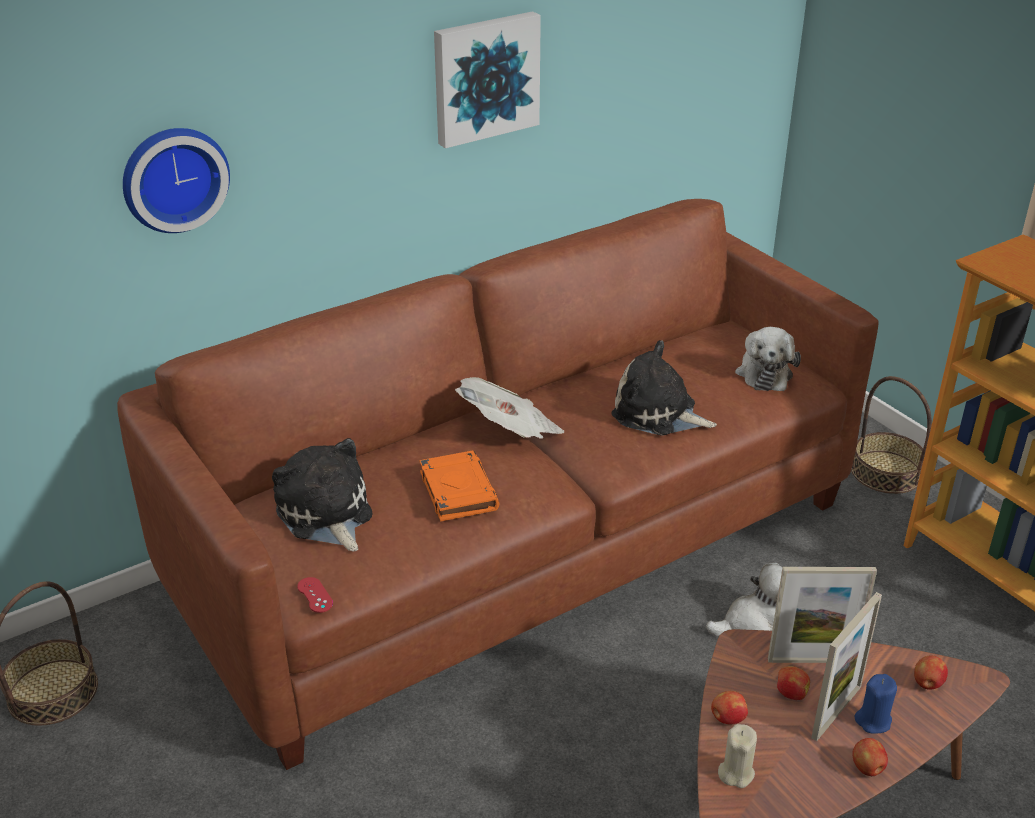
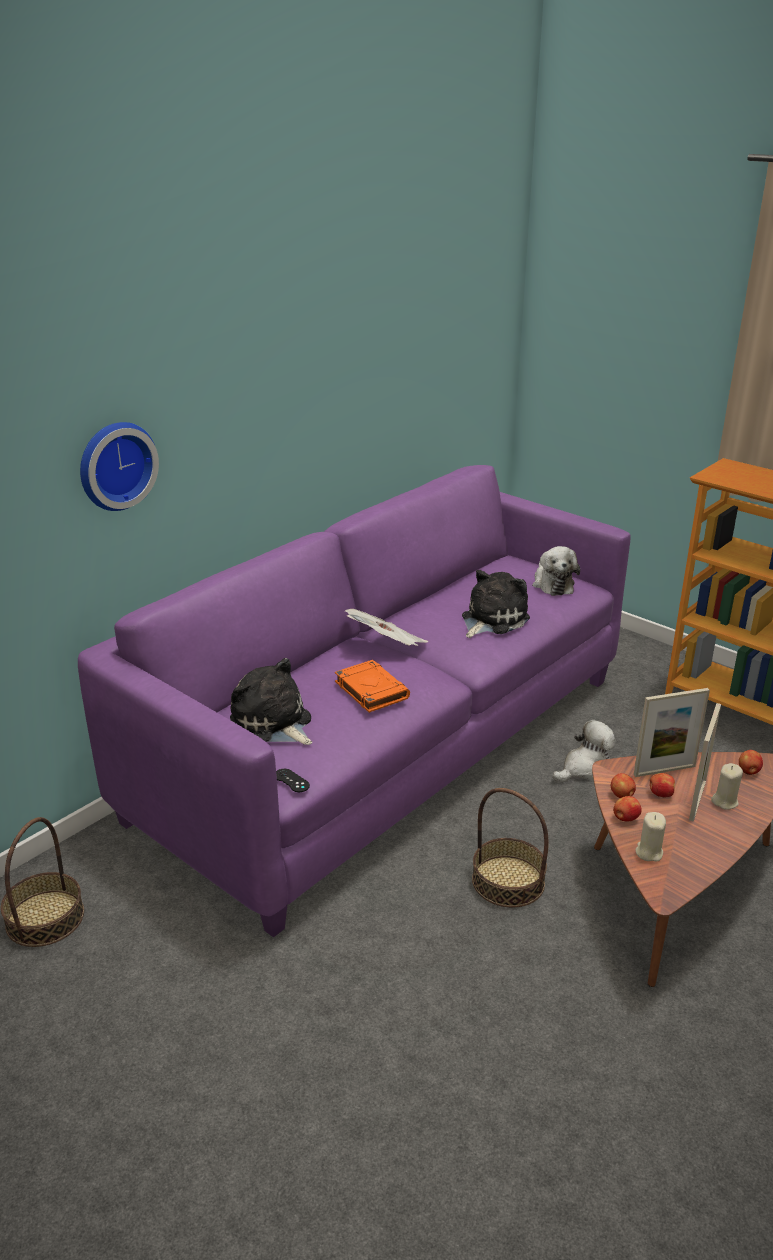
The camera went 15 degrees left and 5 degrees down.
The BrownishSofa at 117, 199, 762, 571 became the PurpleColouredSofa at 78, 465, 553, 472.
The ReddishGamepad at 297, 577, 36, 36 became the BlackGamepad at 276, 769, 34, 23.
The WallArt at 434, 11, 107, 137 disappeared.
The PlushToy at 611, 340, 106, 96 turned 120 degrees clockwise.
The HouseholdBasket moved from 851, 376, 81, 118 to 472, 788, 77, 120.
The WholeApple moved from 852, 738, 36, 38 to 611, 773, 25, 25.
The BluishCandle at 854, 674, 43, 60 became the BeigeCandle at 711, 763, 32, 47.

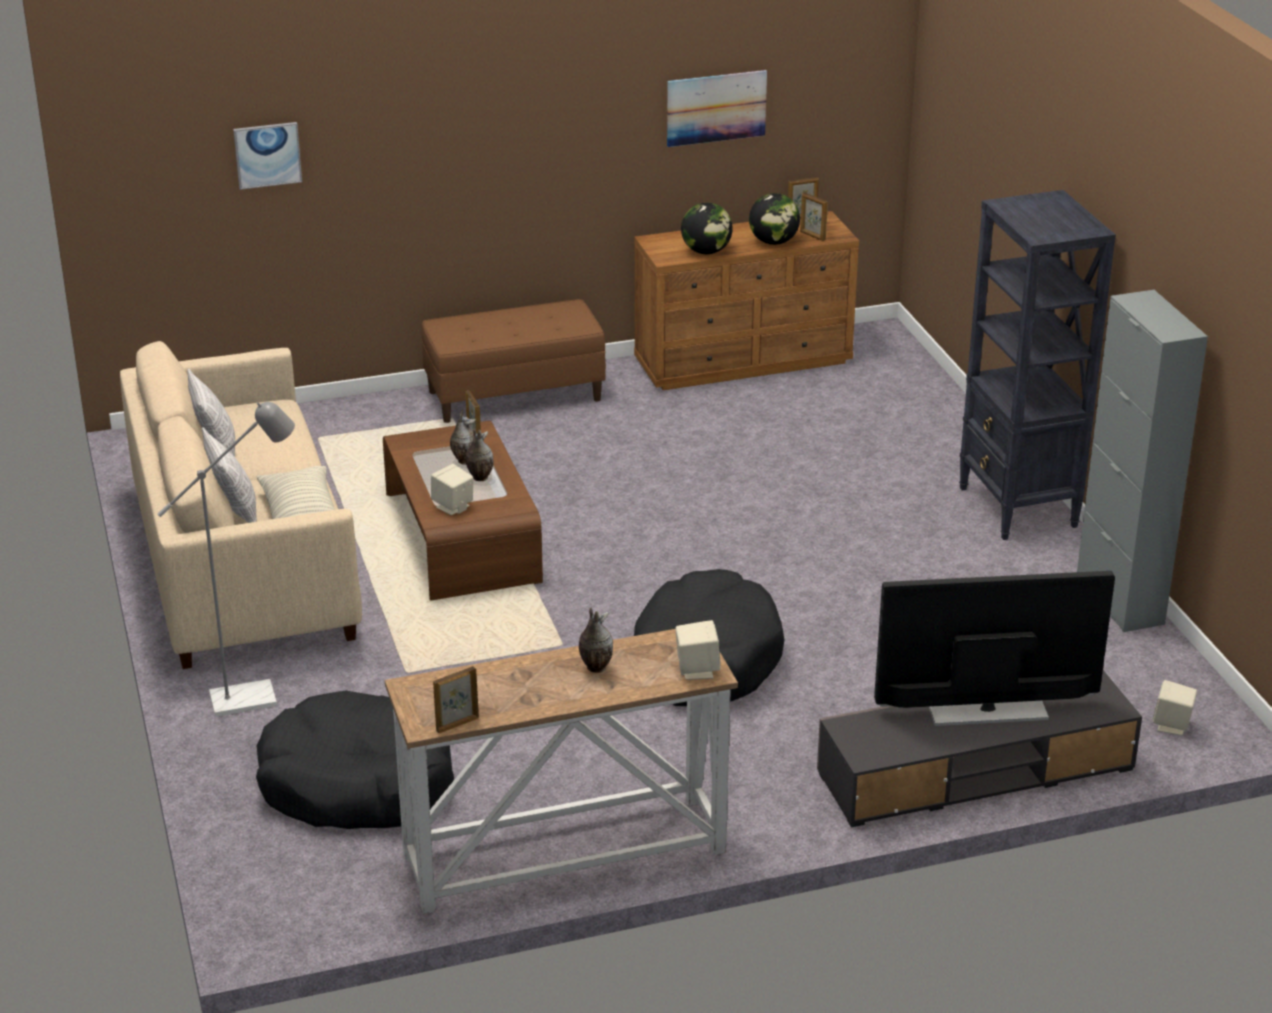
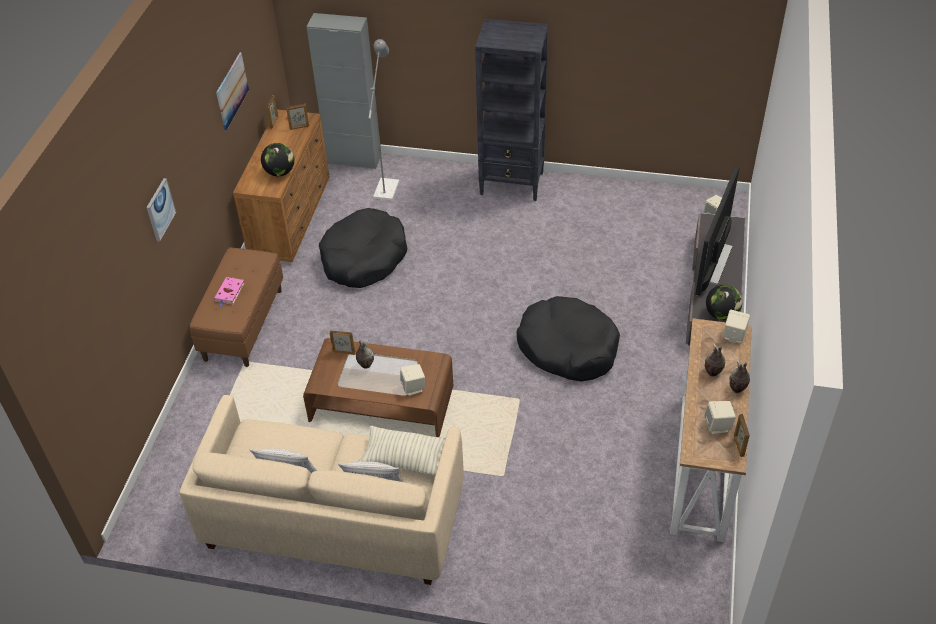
The camera went 60 degrees left and 15 degrees up.
The GreyishFloorLamp moved from 157, 402, 138, 315 to 369, 39, 30, 161.
The WallArt moved from 233, 122, 69, 68 to 146, 178, 30, 64.
The BlackPetBed moved from 256, 691, 198, 138 to 319, 208, 88, 80.
The DecorativeVase moved from 466, 428, 27, 53 to 729, 360, 21, 33.
The DeskGlobe moved from 749, 193, 51, 52 to 706, 285, 36, 35.
The GreyishStorageCabinet moved from 1077, 290, 131, 342 to 306, 13, 75, 156.
The PinkVolume at 214, 277, 31, 30 appeared.
The BeigeSpeaker at 704, 401, 32, 33 appeared.

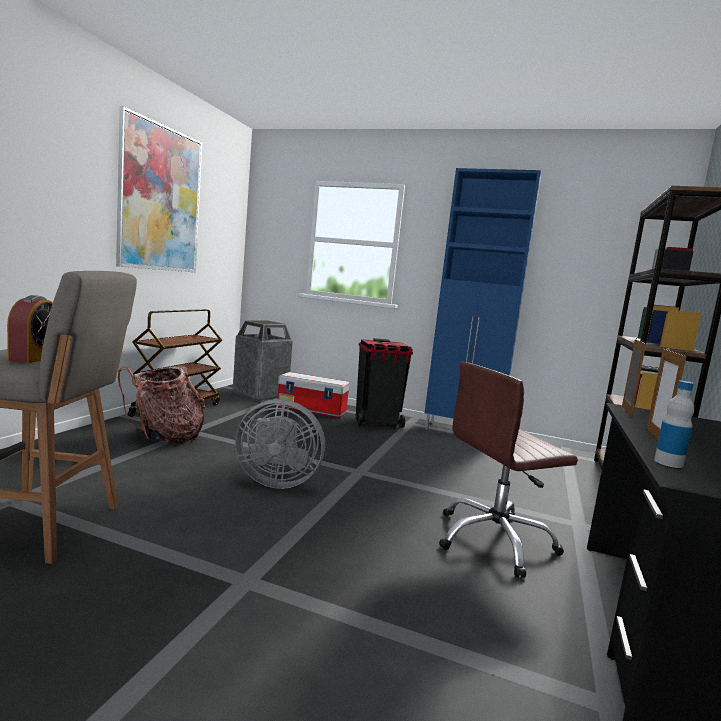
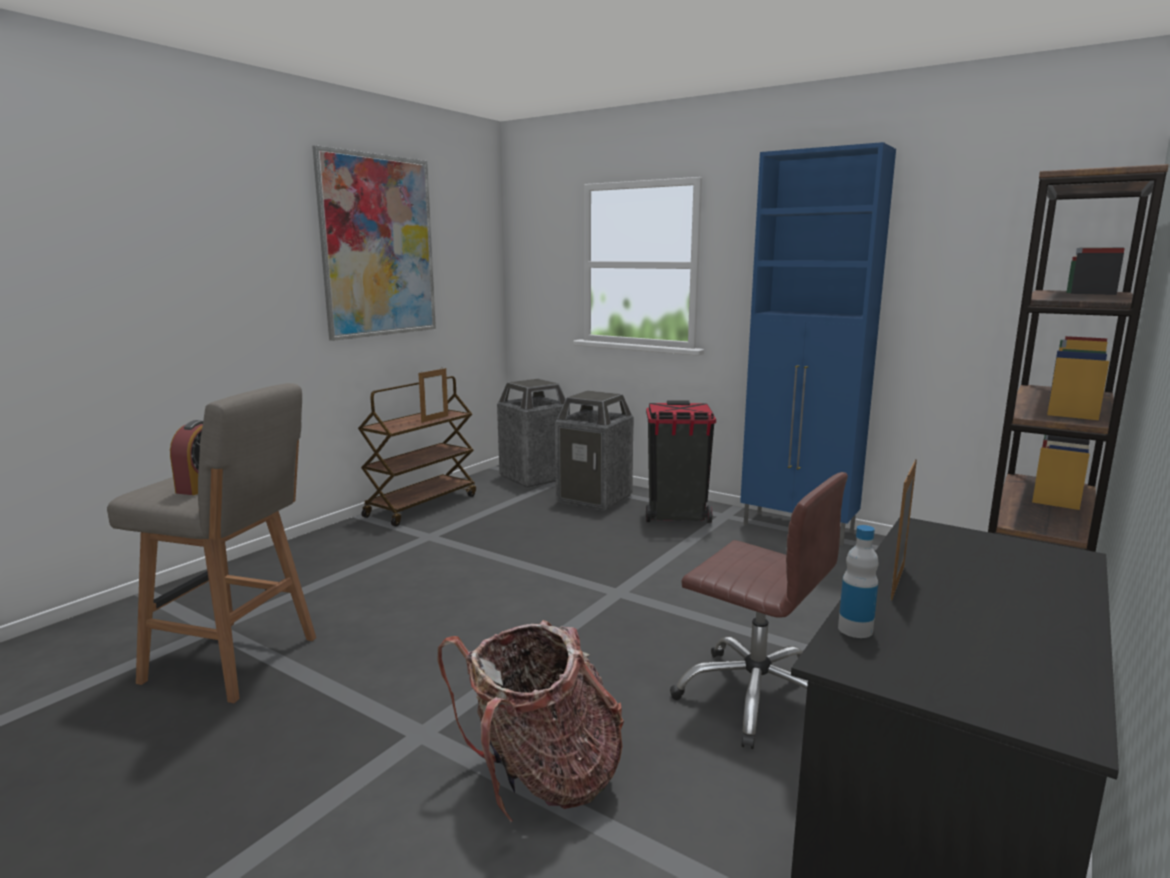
The camera went 15 degrees right and 5 degrees up.
The Rucksack moved from 117, 366, 88, 78 to 438, 620, 186, 202.
The GreyishFan at 235, 399, 90, 90 disappeared.
The StorageBox at 278, 372, 72, 46 was replaced by the RubbishBin at 555, 390, 79, 121.
The BrownishComputerChair at 439, 361, 139, 217 turned 135 degrees counterclockwise.
The PictureFrame moved from 622, 337, 24, 80 to 418, 368, 30, 55.

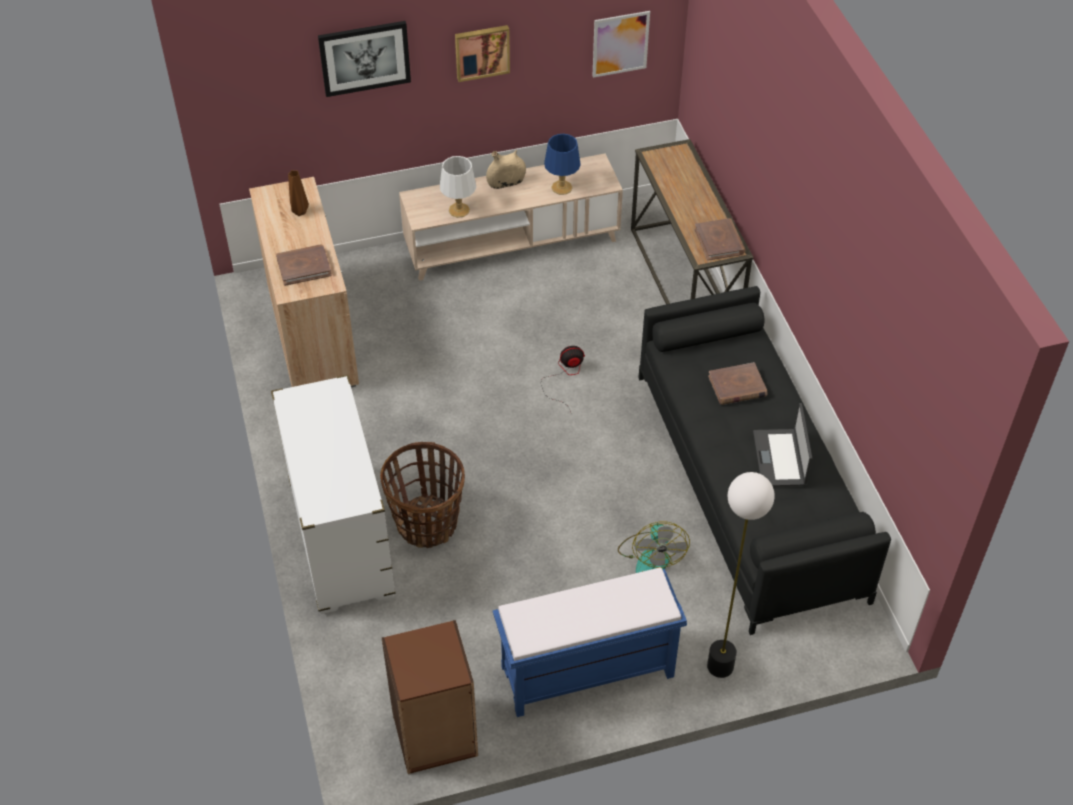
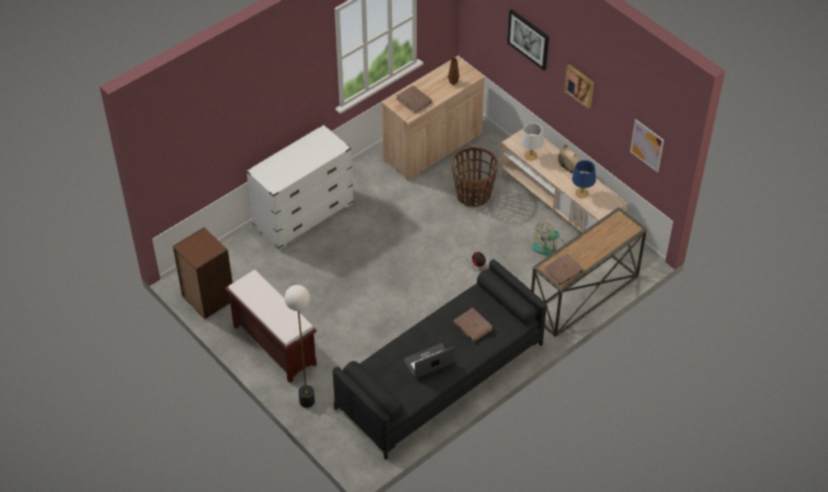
The camera went 65 degrees right and 0 degrees up.
The HouseholdBasket moved from 380, 442, 85, 106 to 452, 147, 46, 60.
The BluishIndoorBench at 493, 567, 194, 150 became the BrownishIndoorBench at 225, 270, 92, 113.
The Fan moved from 618, 521, 72, 52 to 532, 222, 33, 33.

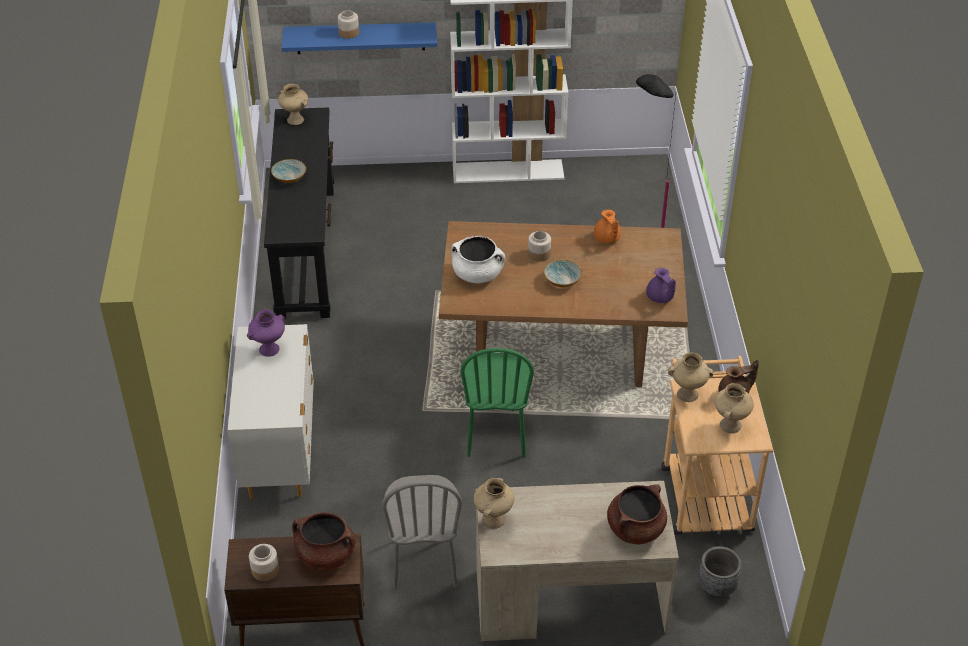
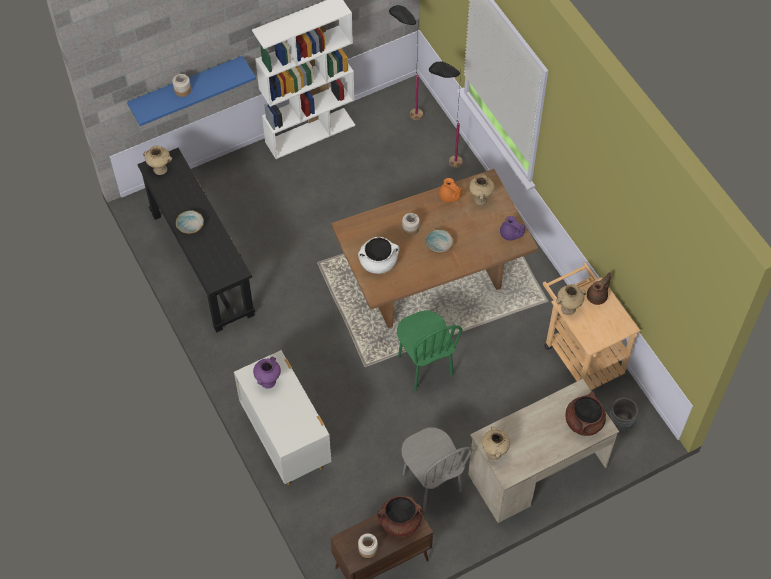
The camera went 25 degrees left and 15 degrees up.
The BeigeDecorativeVase moved from 714, 383, 40, 51 to 469, 174, 26, 31.
The BlackFloorLamp at 389, 5, 34, 115 appeared.

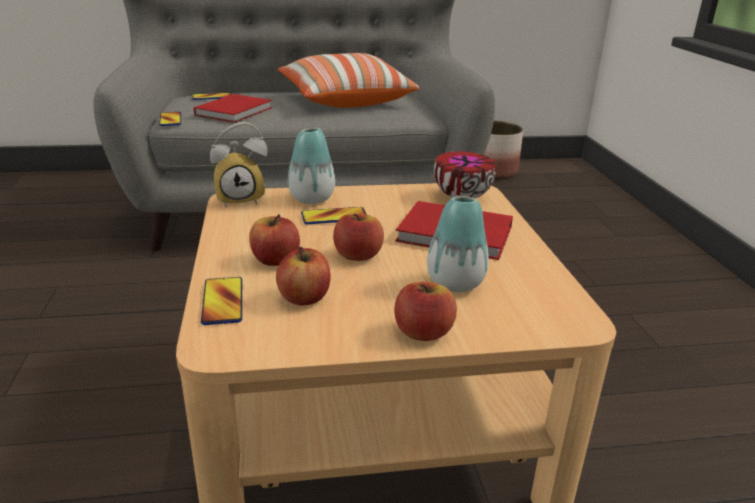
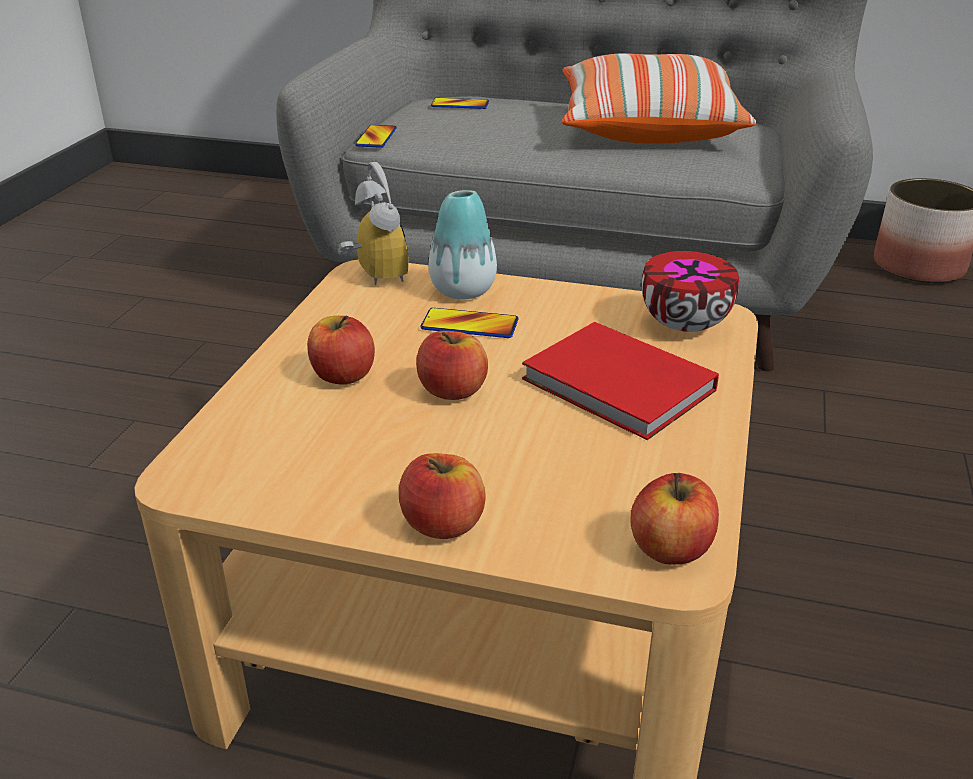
The camera went 25 degrees right and 5 degrees up.
The ReddishVolume at 194, 94, 78, 29 disappeared.
The Phone at 201, 277, 42, 48 disappeared.
The TableClock at 210, 122, 58, 85 turned 120 degrees counterclockwise.
The WholeApple moved from 276, 247, 54, 59 to 630, 473, 89, 92.
The DecorativeVase at 427, 196, 62, 96 disappeared.

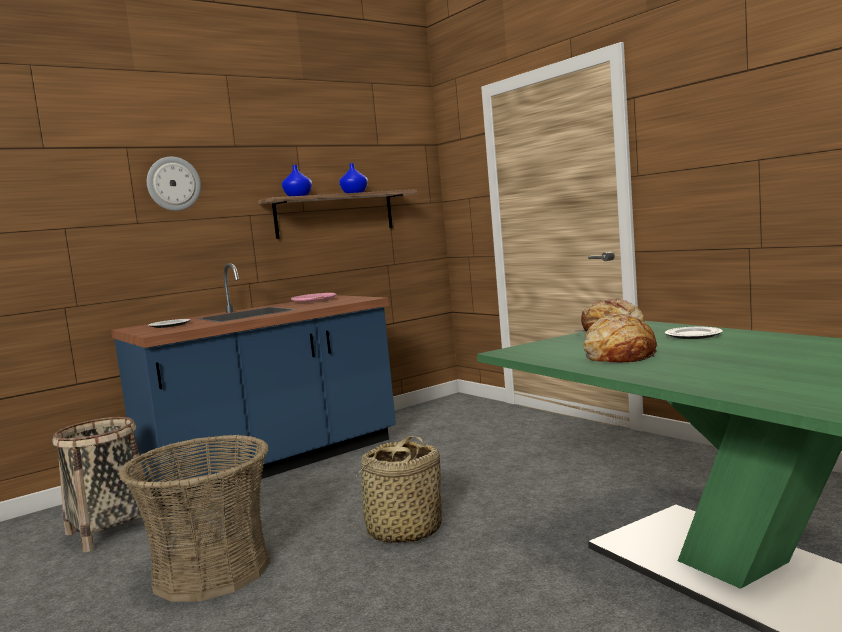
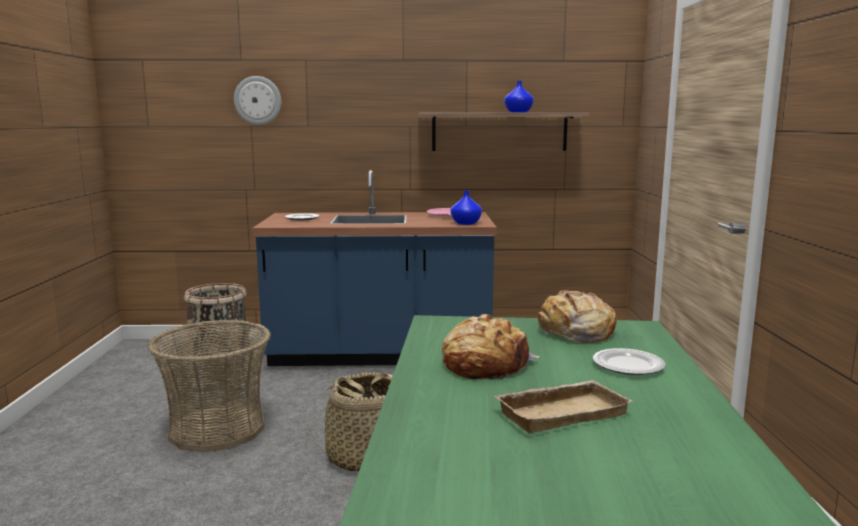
The camera went 35 degrees right and 5 degrees up.
The WallClock moved from 147, 157, 54, 54 to 234, 76, 47, 49.
The BluishDecorativeVase moved from 282, 165, 30, 31 to 450, 190, 32, 35.
The BeigeCarryingTray at 493, 380, 139, 53 appeared.

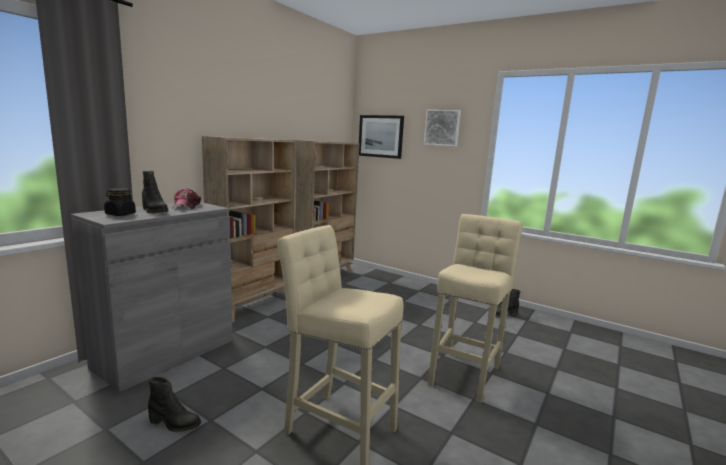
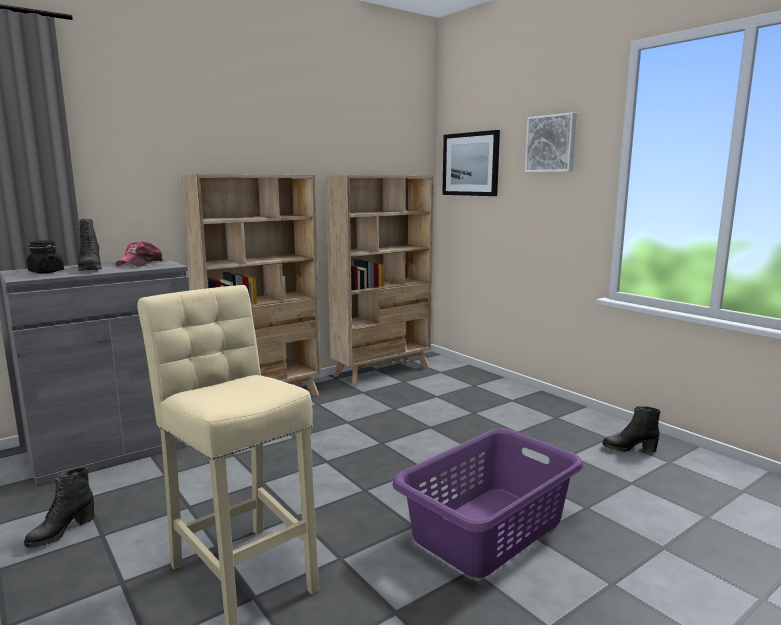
The camera went 20 degrees right and 0 degrees up.
The BlackBoot at 148, 377, 53, 55 turned 90 degrees clockwise.
The BeigeStoolSeat at 428, 214, 95, 189 was replaced by the PurpleColouredLaundryBasket at 392, 428, 191, 150.

